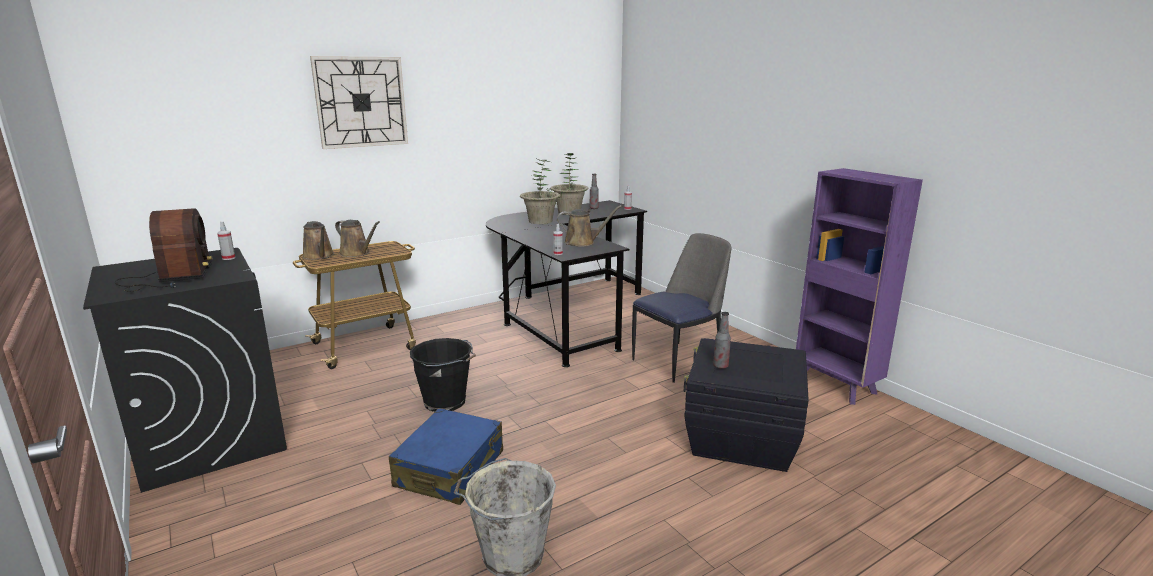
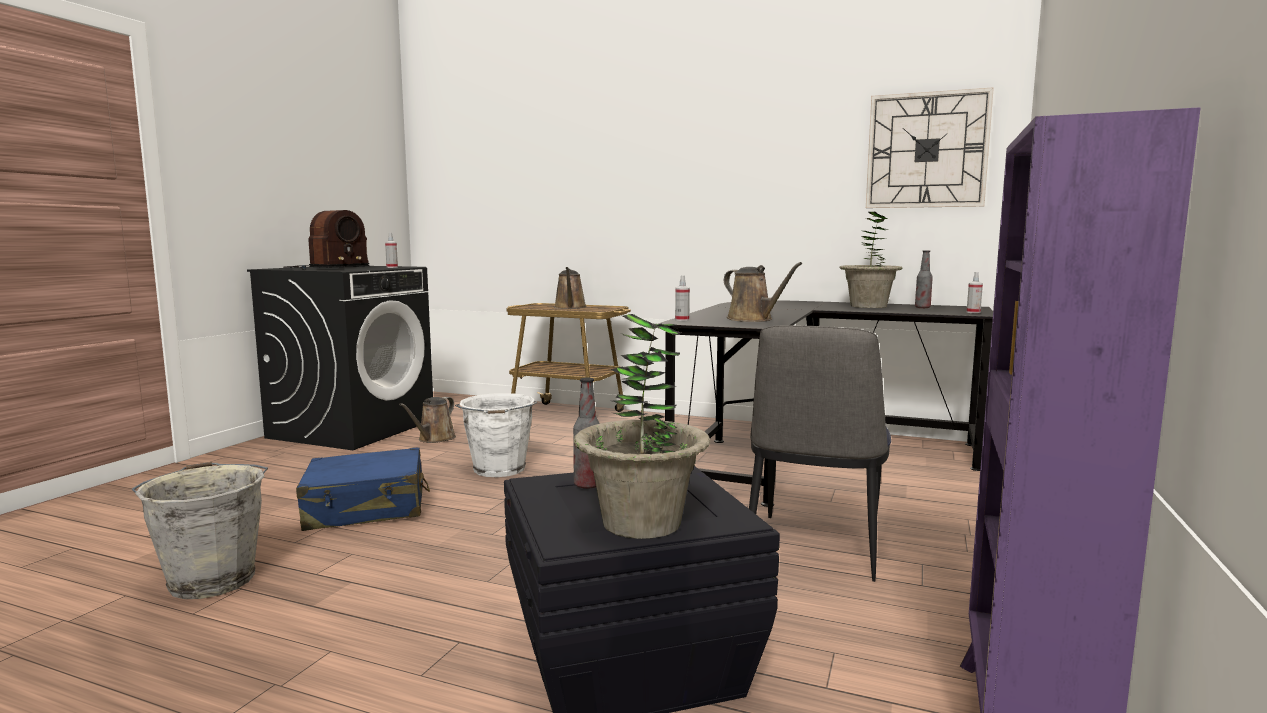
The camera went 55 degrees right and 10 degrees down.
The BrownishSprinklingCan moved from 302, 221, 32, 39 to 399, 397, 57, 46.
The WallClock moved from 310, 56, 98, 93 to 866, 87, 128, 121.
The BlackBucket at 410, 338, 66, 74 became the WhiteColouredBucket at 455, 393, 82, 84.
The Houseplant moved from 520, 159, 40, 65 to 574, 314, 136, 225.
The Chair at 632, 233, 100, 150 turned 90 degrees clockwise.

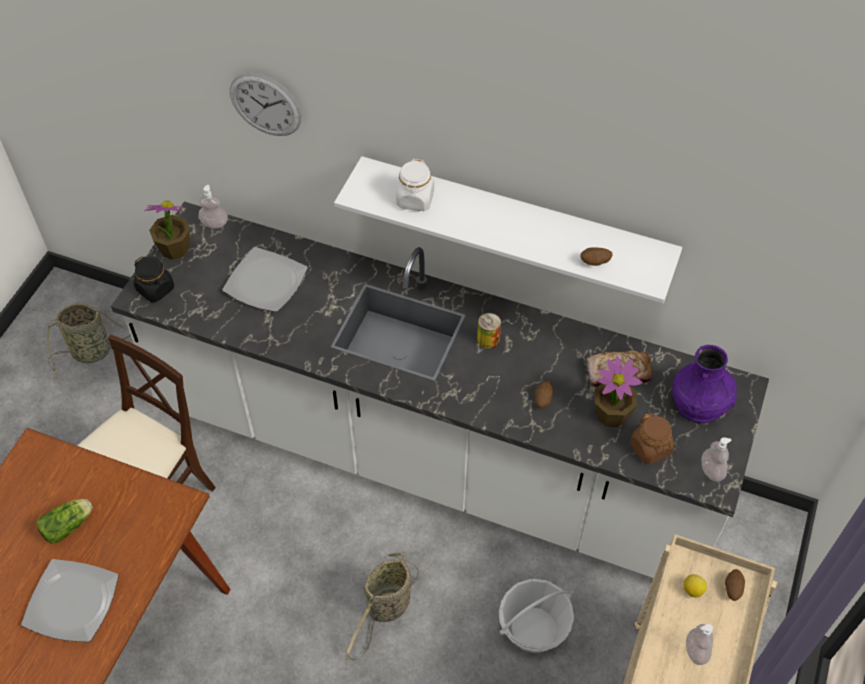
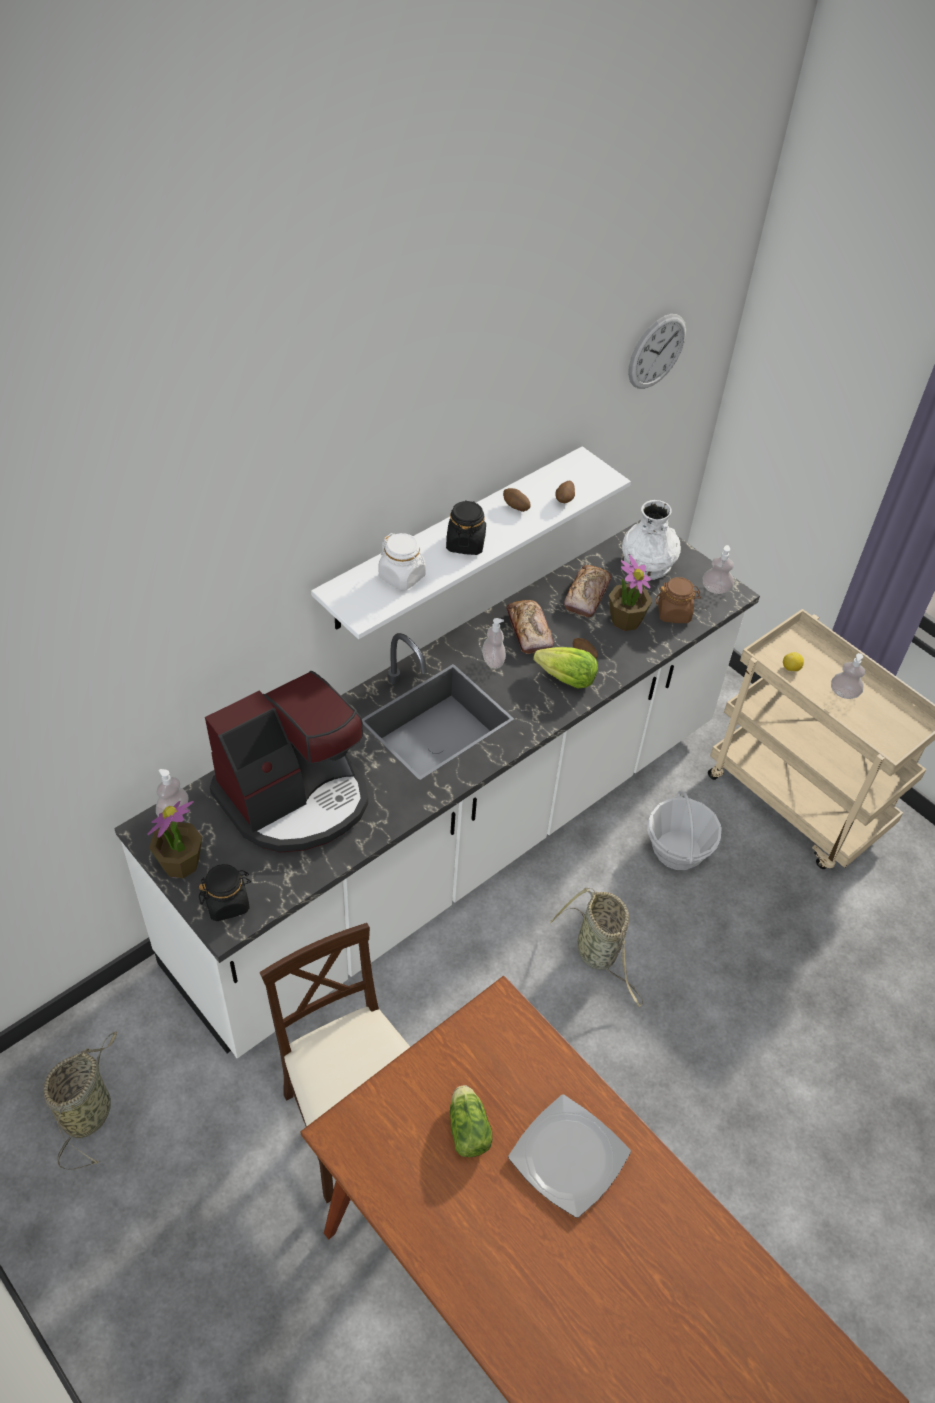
The camera went 65 degrees left and 5 degrees down.
The Plate at 222, 247, 86, 65 was replaced by the CoffeeBrewer at 205, 671, 163, 182.
The WallClock moved from 230, 73, 71, 63 to 628, 314, 58, 75.
The MetalCan at 477, 312, 24, 37 was replaced by the SoapDispenser at 482, 618, 24, 50.
The PurpleColouredDecorativeVase at 672, 345, 65, 78 became the WhiteColouredDecorativeVase at 622, 500, 59, 80.
The Spud moved from 725, 569, 20, 32 to 503, 488, 28, 24.
The BlackJar at 446, 500, 40, 55 appeared.
The Bread at 506, 600, 48, 54 appeared.
The LettuceHead at 533, 647, 65, 42 appeared.

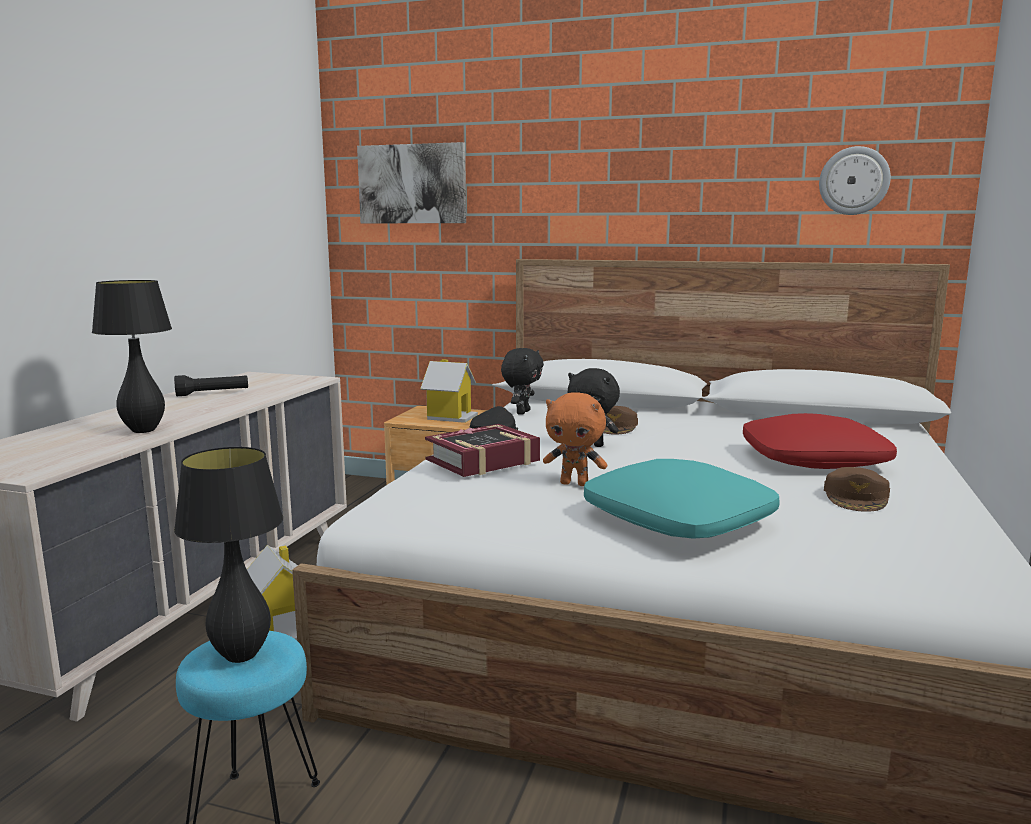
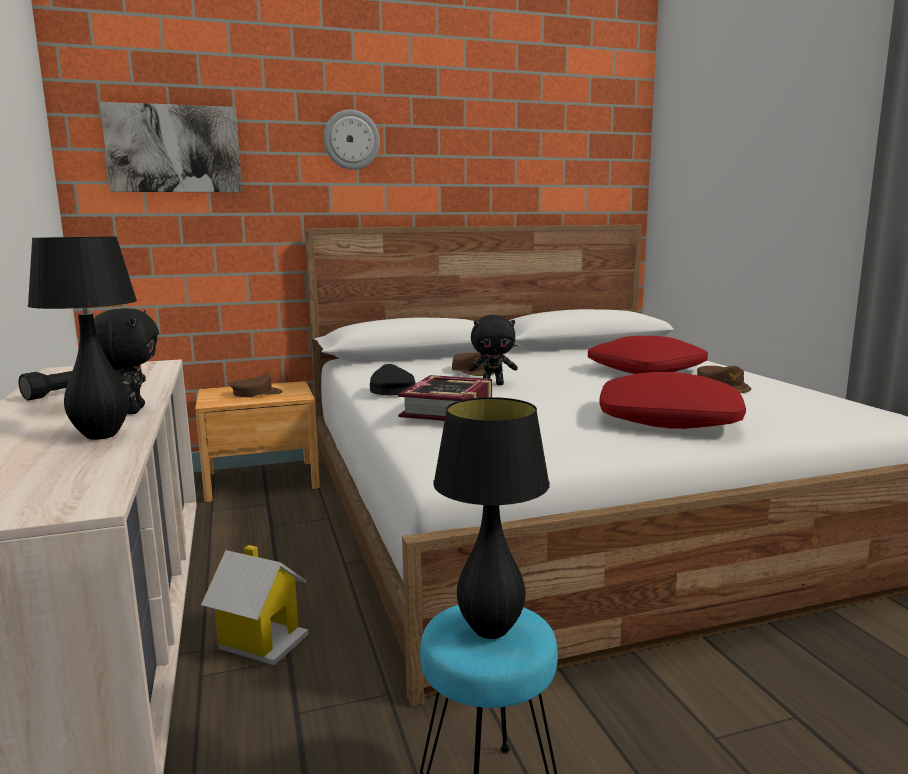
The camera went 35 degrees left and 0 degrees up.
The ModelHouse at 420, 359, 58, 64 was replaced by the BrownishBaseballCap at 229, 373, 54, 24.
The BlackPlushToy moved from 501, 348, 43, 67 to 94, 308, 65, 106.
The OrangeyPlushToy at 543, 392, 64, 94 disappeared.
The TurquoiseColouredPillow at 584, 459, 196, 80 became the ReddishPillow at 600, 372, 146, 57.
The WallClock moved from 819, 146, 72, 69 to 323, 109, 57, 61.

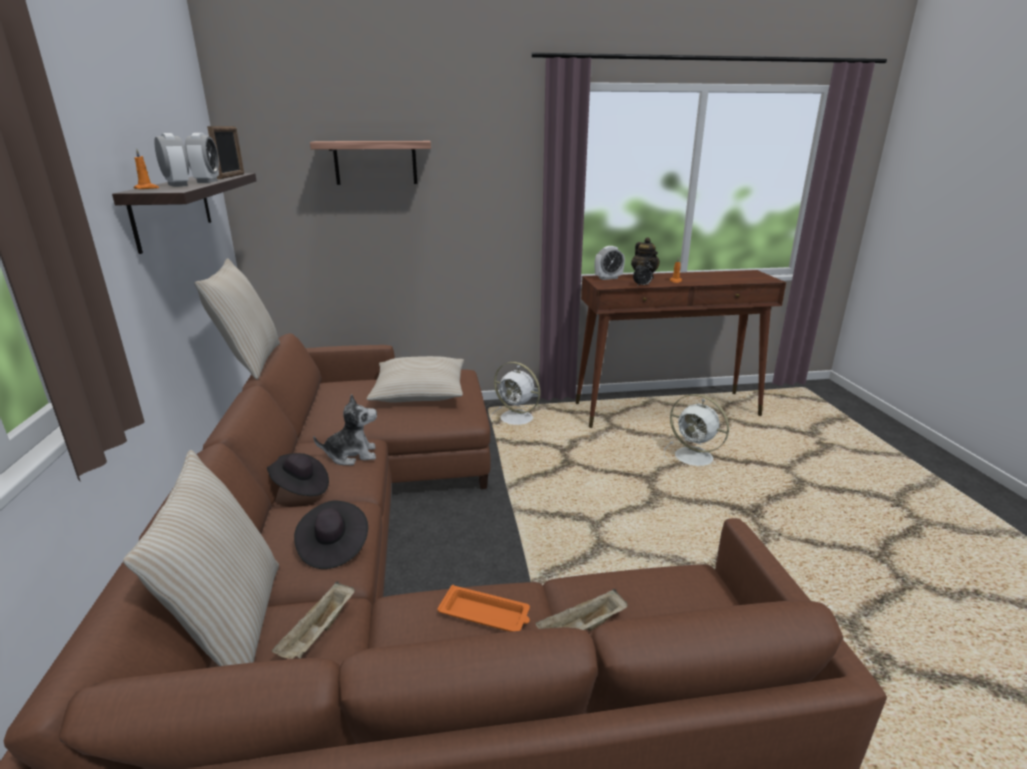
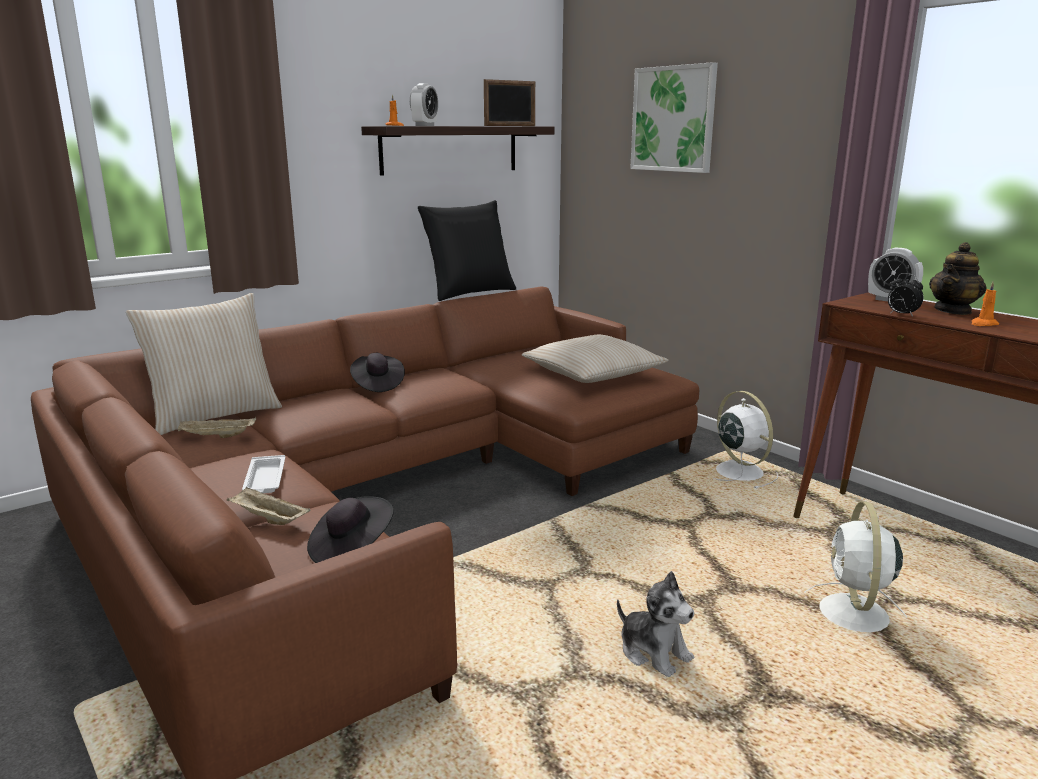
The camera went 60 degrees right and 5 degrees down.
The TableClock at 185, 133, 34, 50 disappeared.
The BeigePillow at 194, 258, 86, 121 became the BlackPillow at 418, 200, 98, 101.
The BlackHat moved from 294, 501, 74, 68 to 307, 496, 87, 67.
The Shelf at 310, 141, 121, 44 was replaced by the WallArt at 630, 62, 88, 111.
The PlushToy moved from 313, 394, 64, 71 to 617, 571, 77, 106.
The OrangeyCarryingTray at 437, 585, 93, 47 became the WhiteColouredCarryingTray at 242, 455, 43, 38.
The WhiteColouredFan at 490, 362, 50, 63 turned 150 degrees clockwise.

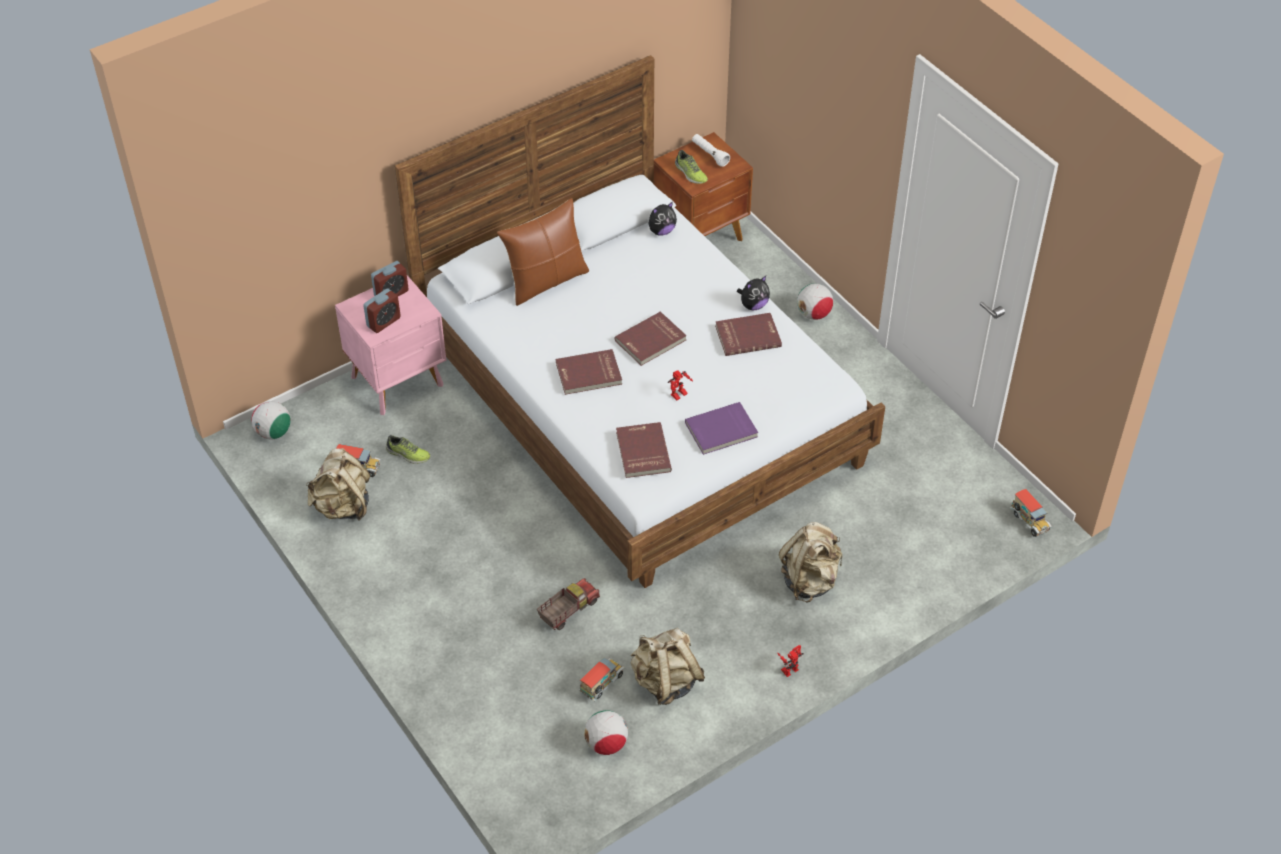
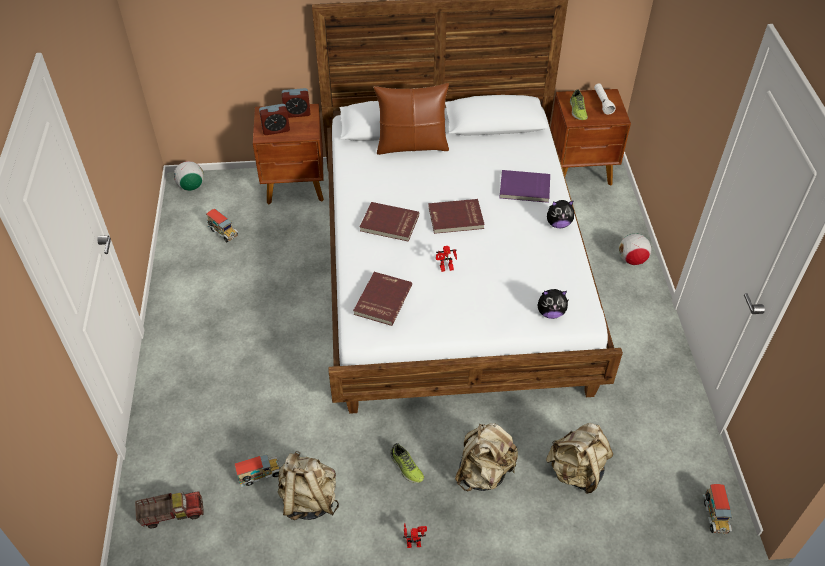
The camera went 30 degrees right and 0 degrees up.
The BeigeRucksack moved from 306, 448, 64, 73 to 546, 423, 67, 71.
The PinkNightstand at 335, 275, 111, 140 became the BrownishNightstand at 253, 104, 71, 100.
The LowShoe moved from 386, 435, 44, 29 to 390, 443, 34, 40.
The ToyLorry moved from 537, 578, 63, 52 to 135, 492, 68, 36.
The FootballBall at 584, 710, 44, 45 disappeared.
The PlushToy moved from 648, 202, 29, 33 to 538, 289, 30, 30.
The PurpleColouredVolume moved from 685, 402, 73, 53 to 499, 170, 51, 33.
The ReddishVolume at 715, 313, 67, 43 disappeared.

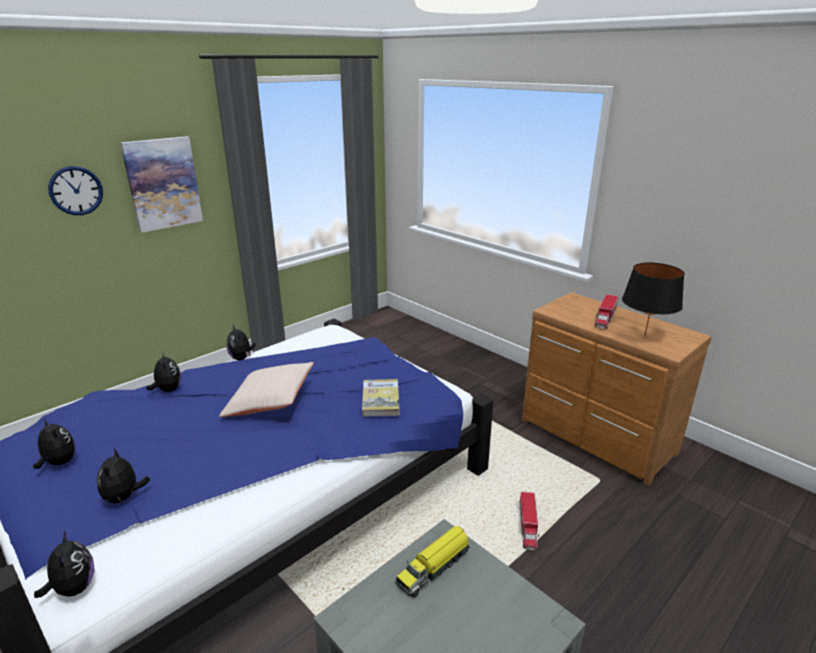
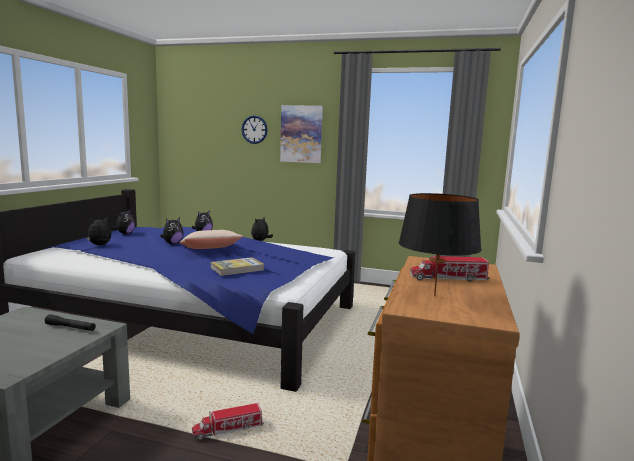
The camera went 60 degrees right and 15 degrees down.
The PlushToy moved from 34, 532, 61, 66 to 160, 217, 24, 27.
The ToyLorry at 396, 526, 74, 72 was replaced by the BlackFlashlight at 45, 314, 51, 17.

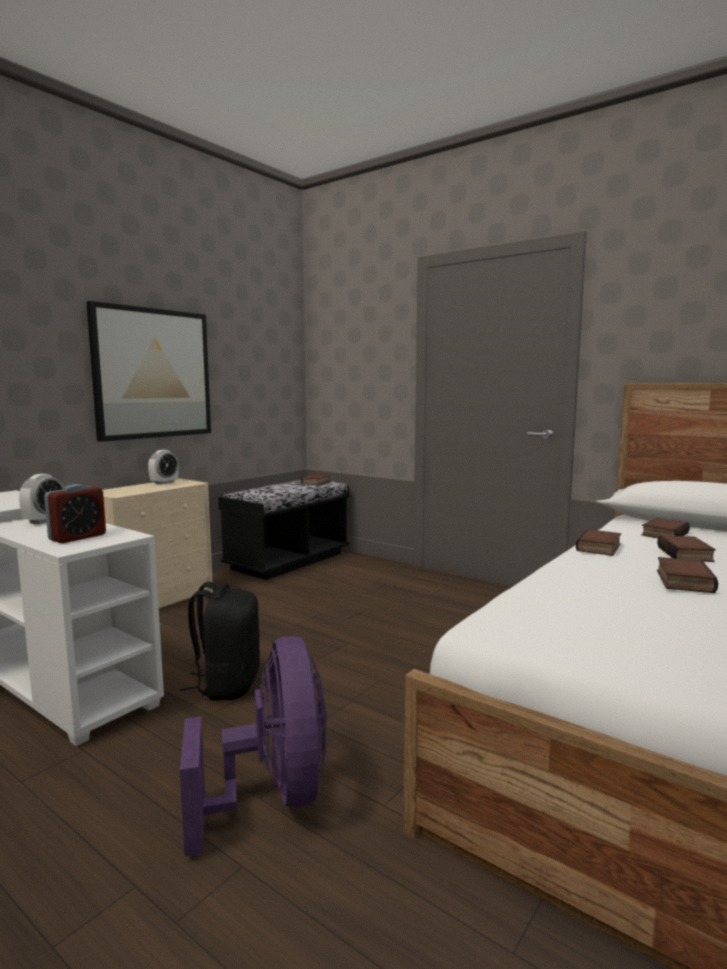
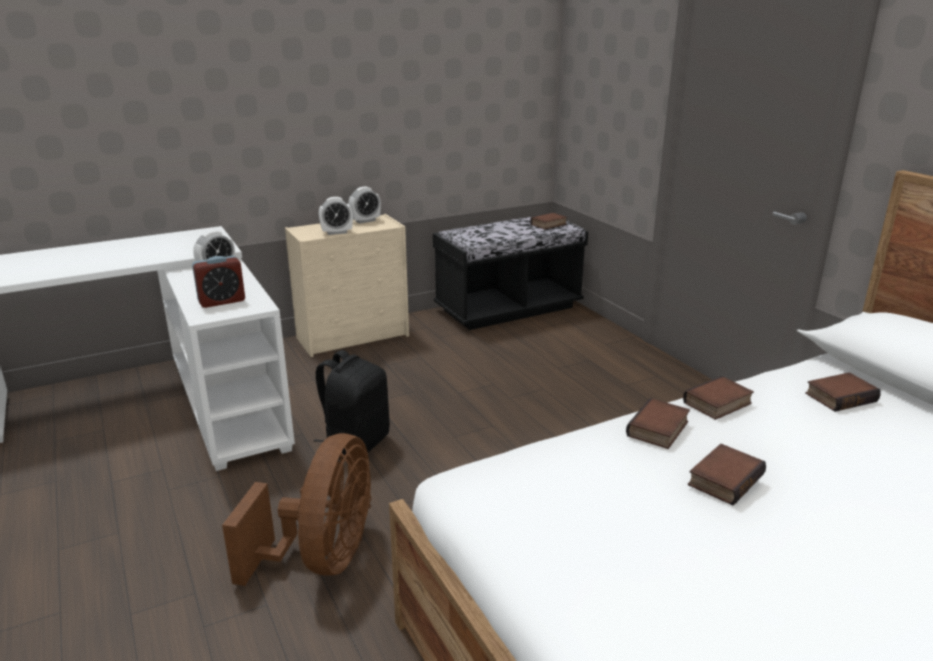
The camera went 25 degrees right and 15 degrees up.
The WallArt at 87, 301, 124, 141 disappeared.
The PurpleColouredFan at 180, 636, 147, 220 became the BrownishFan at 222, 433, 150, 153.
The Volume moved from 657, 535, 59, 27 to 626, 398, 64, 51.
The TableClock at 319, 197, 34, 38 appeared.

